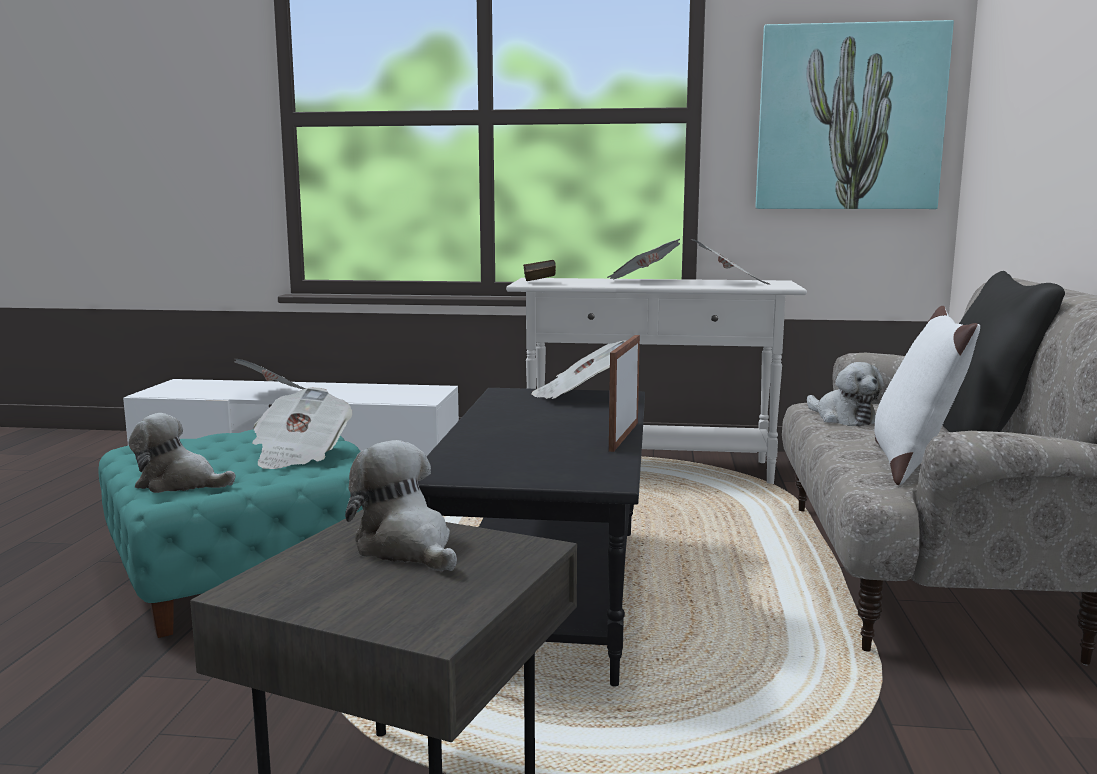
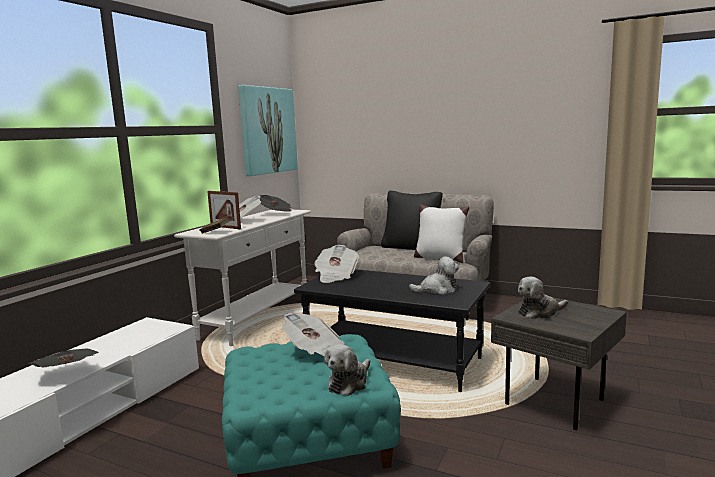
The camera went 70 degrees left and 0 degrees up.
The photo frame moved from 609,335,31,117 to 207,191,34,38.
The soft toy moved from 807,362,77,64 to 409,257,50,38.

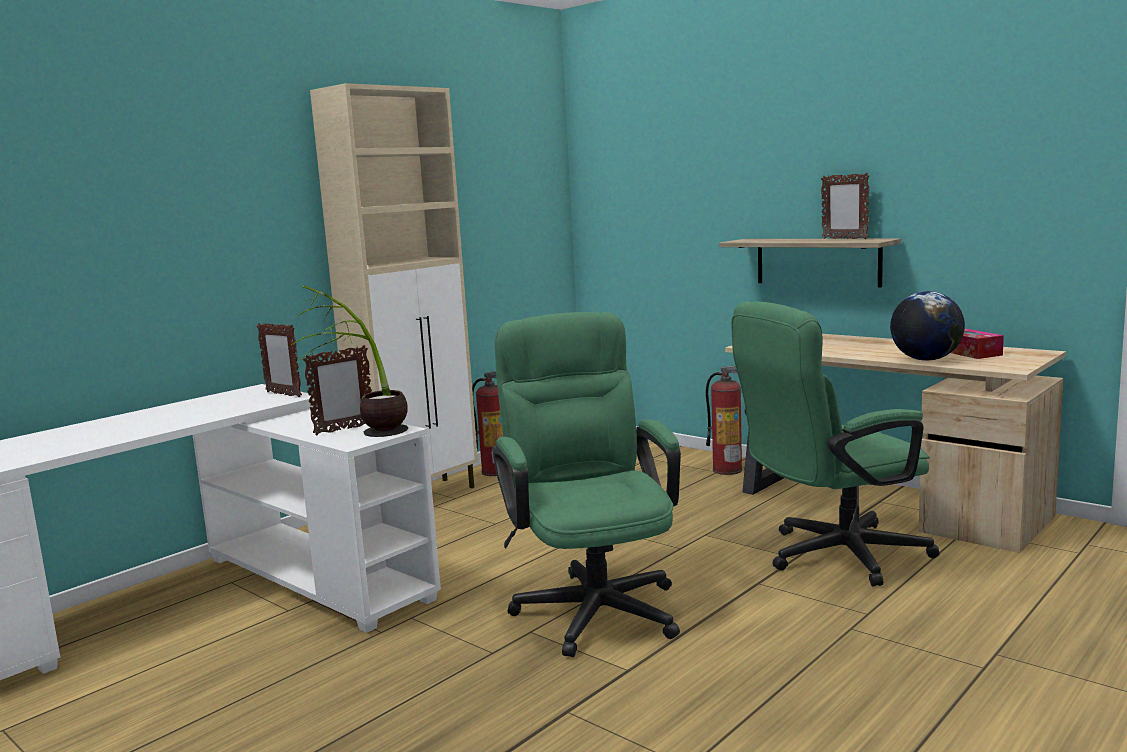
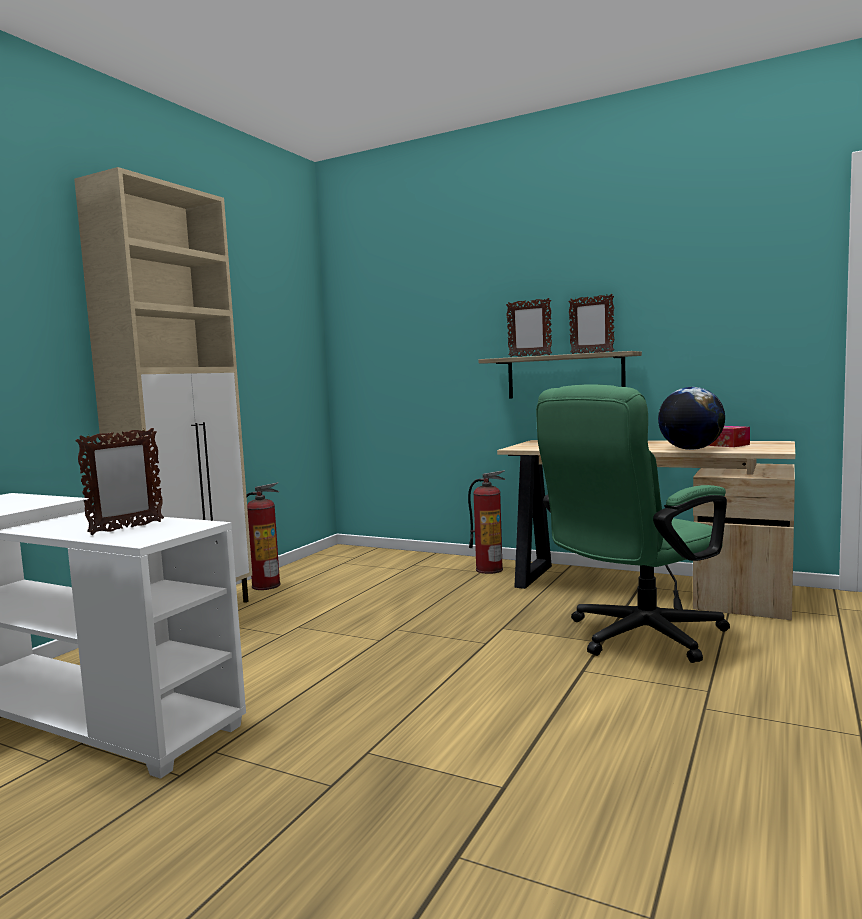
The camera went 15 degrees left and 5 degrees down.
The photo frame moved from 257,323,45,74 to 506,298,46,59.
The potted plant at 291,285,117,152 disappeared.
The green desk chair at 492,312,189,345 disappeared.

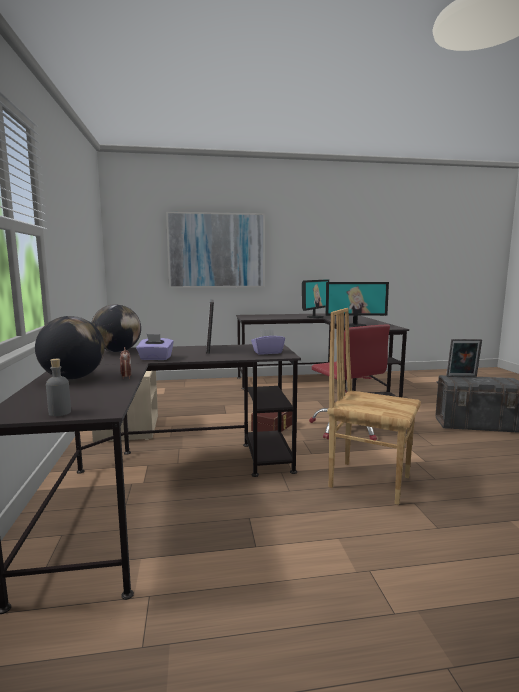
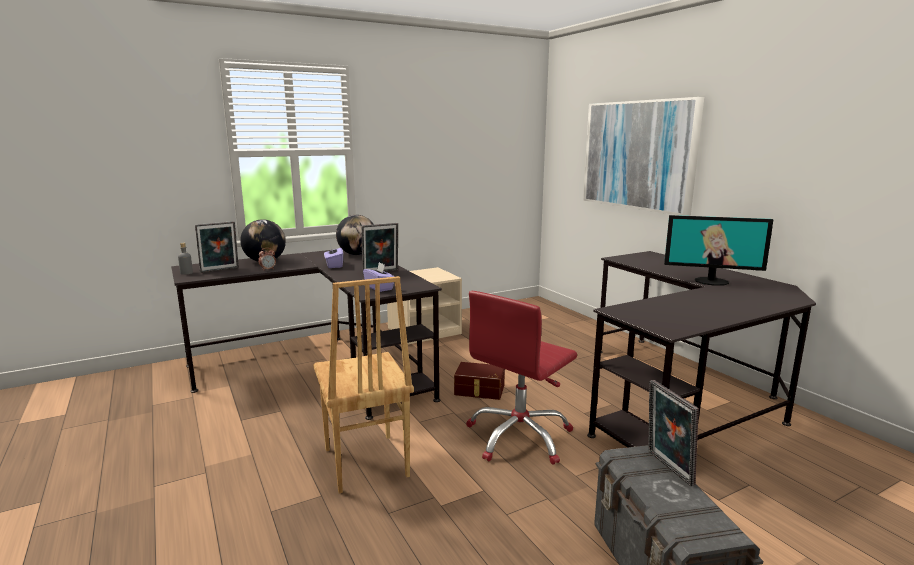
The camera went 70 degrees right and 5 degrees up.
The photo frame at 195,221,44,52 appeared.
The brownish chair at 327,308,94,197 turned 150 degrees clockwise.
The monitor at 325,282,64,45 disappeared.

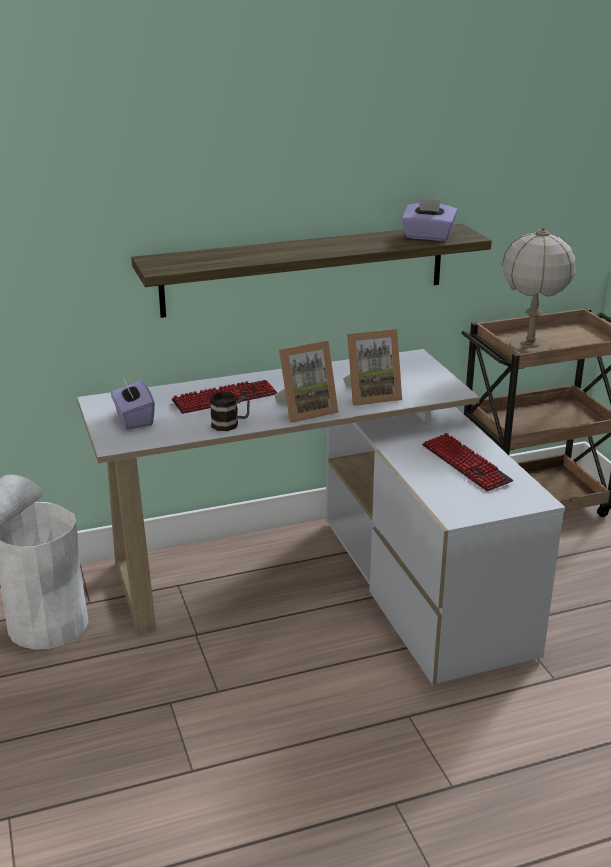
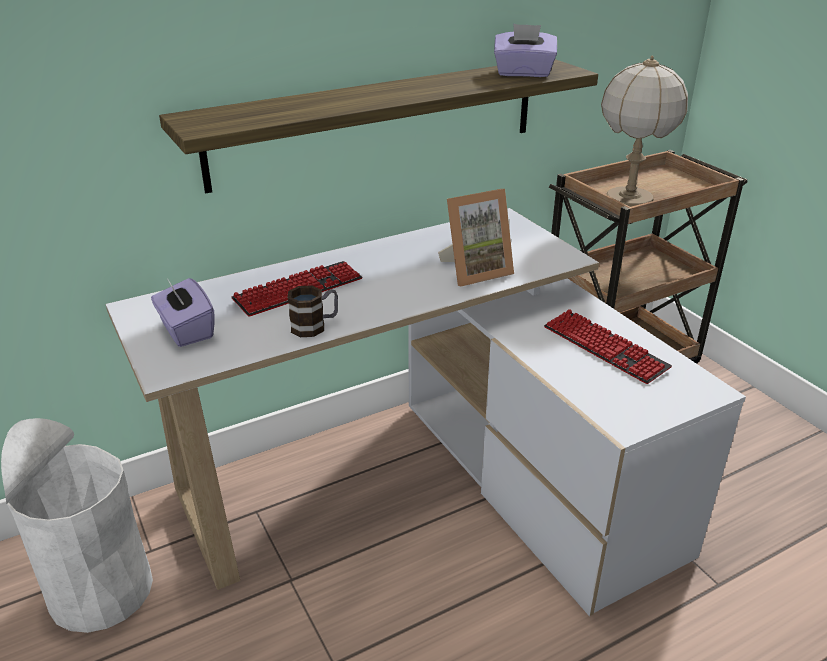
The camera went 10 degrees left and 5 degrees up.
The photo frame at 274,341,65,82 disappeared.

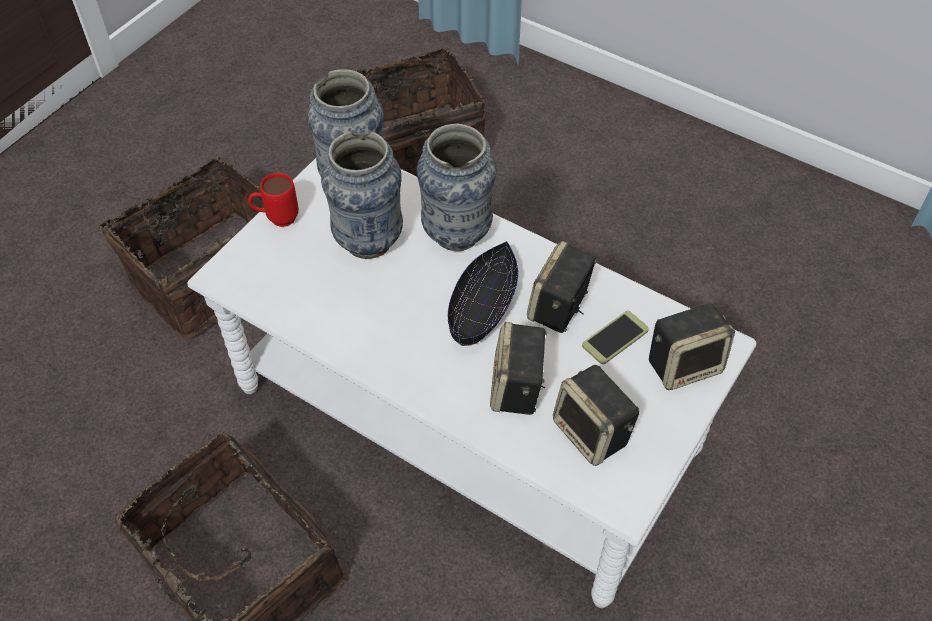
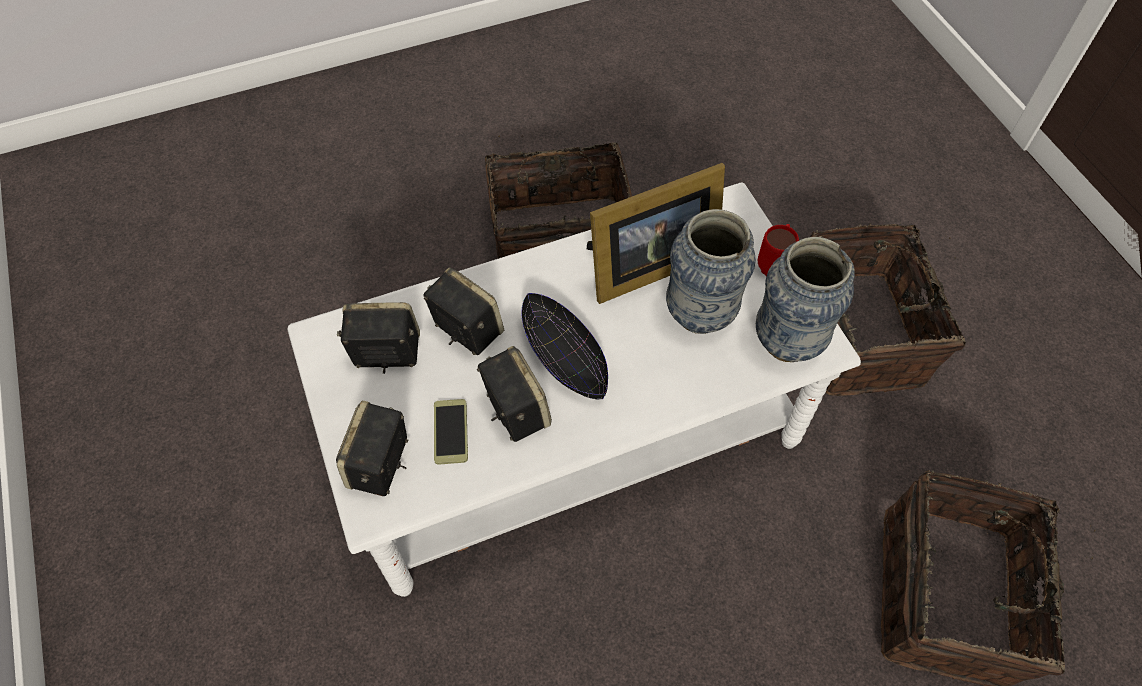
The camera went 125 degrees right and 5 degrees up.
The photo frame at 587,163,138,141 appeared.
The flower vase at 417,124,79,127 disappeared.

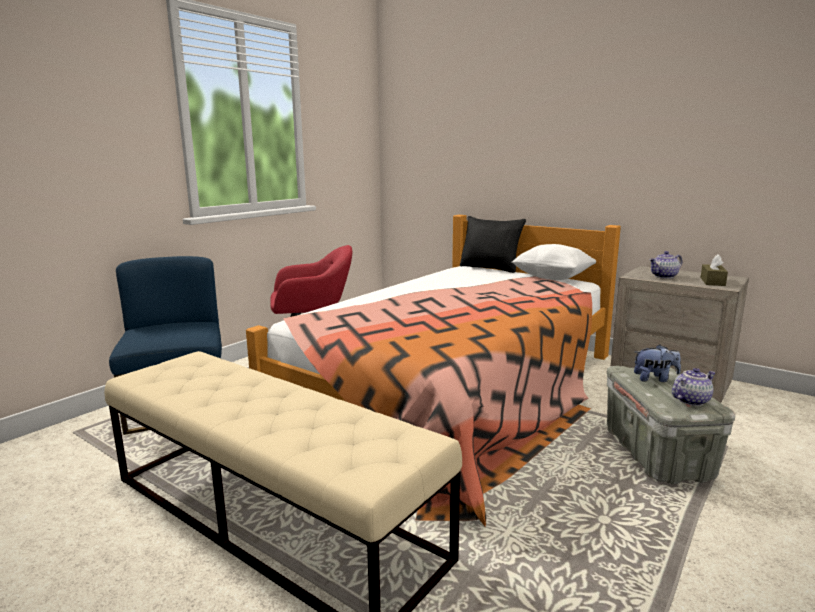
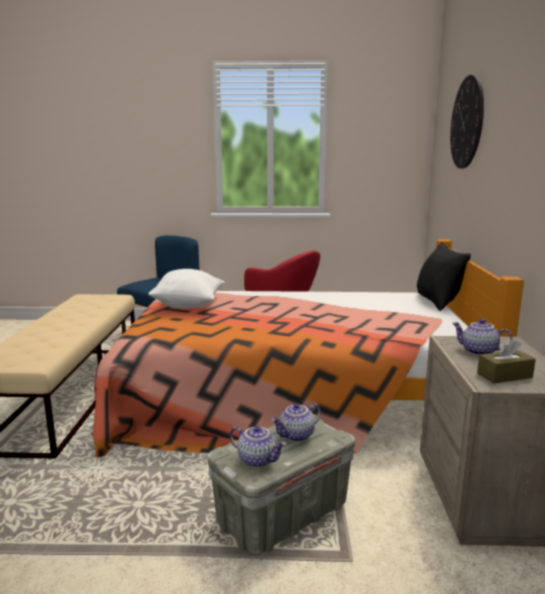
The camera went 55 degrees right and 0 degrees up.
The white throw pillow moved from 512,244,84,36 to 148,269,77,39.
The soft toy at 634,344,47,38 was replaced by the pot for tea at 271,403,50,39.
The wall clock at 450,75,34,94 appeared.

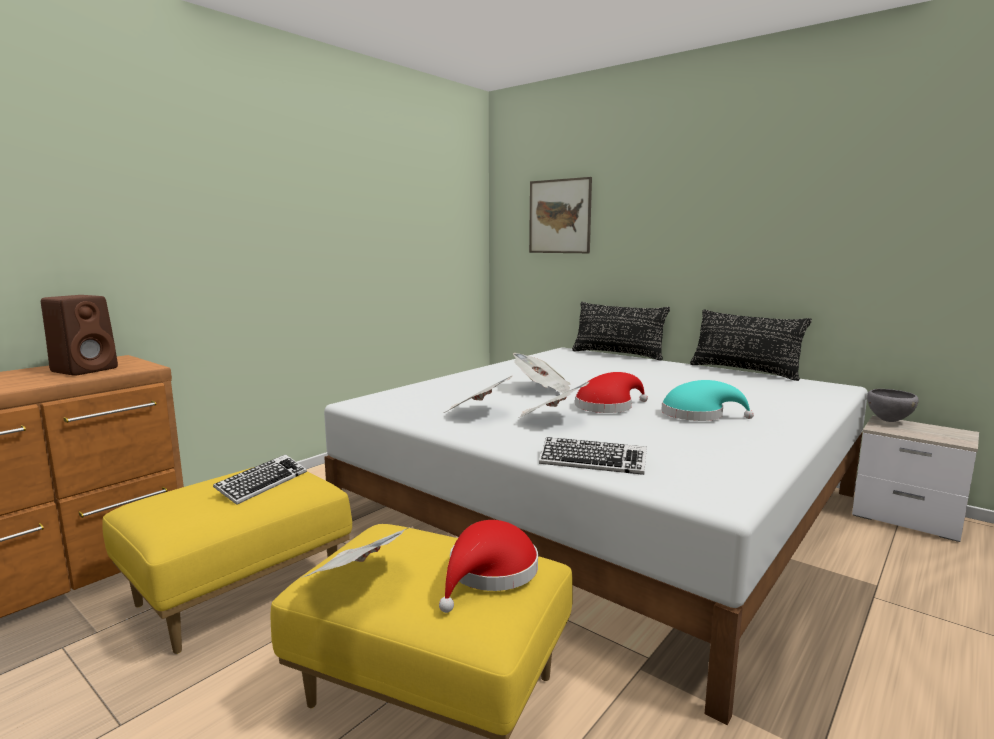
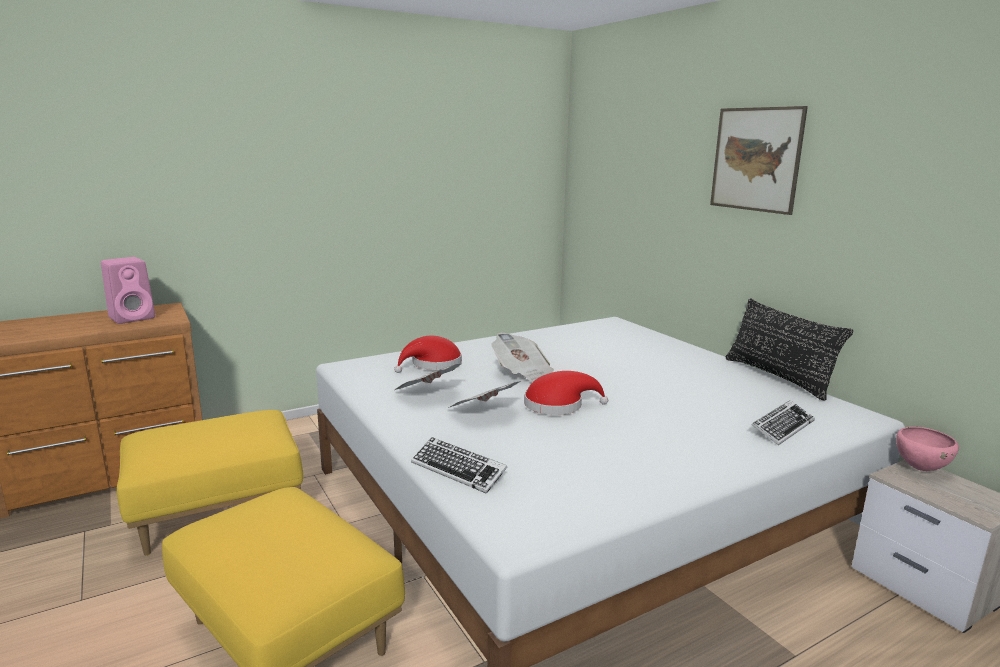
The camera went 20 degrees right and 5 degrees up.
The brownish loudspeaker at 41,295,77,81 became the pink-coloured loudspeaker at 101,257,54,67.
The reddish wearable hat moved from 439,520,99,93 to 394,336,68,37.
The wall picture moved from 529,177,63,76 to 710,106,98,109.
The computer keyboard moved from 213,454,94,51 to 752,400,63,45.
The gray serving bowl at 867,389,52,33 became the pink-coloured serving bowl at 896,427,63,44.
The printed paper at 301,527,109,51 disappeared.
The blackish throw pillow at 572,302,98,58 disappeared.
The turquoise wearable hat at 661,380,93,41 disappeared.

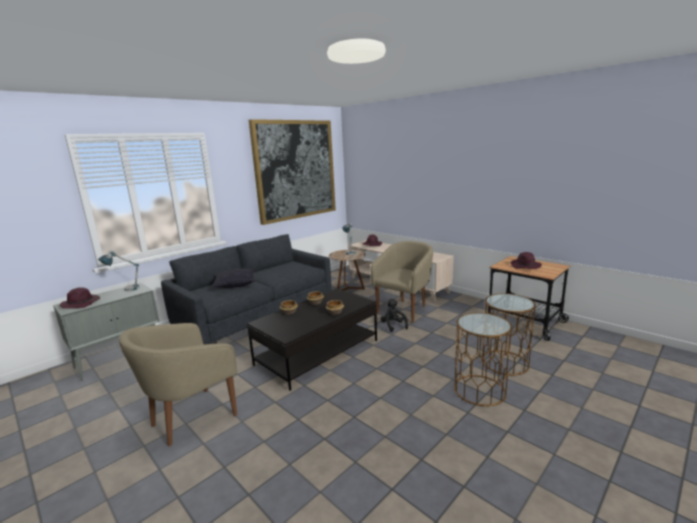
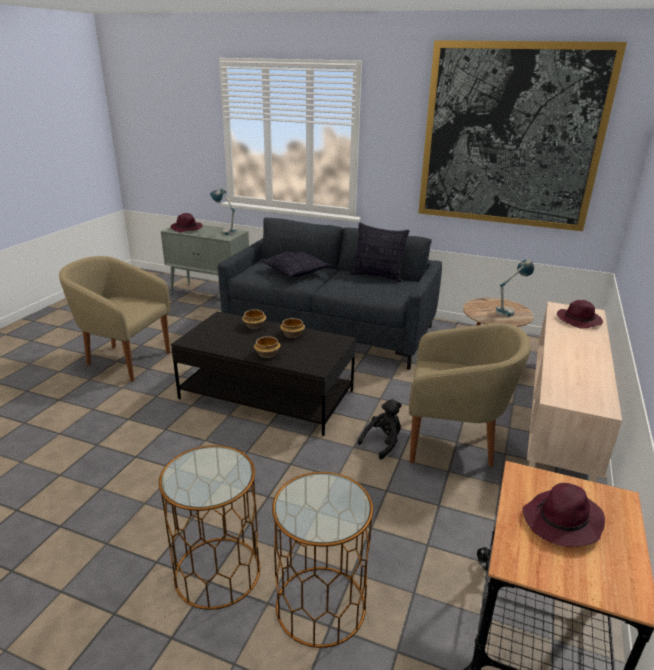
The camera went 65 degrees right and 10 degrees up.
The throw pillow at 351,223,59,60 appeared.

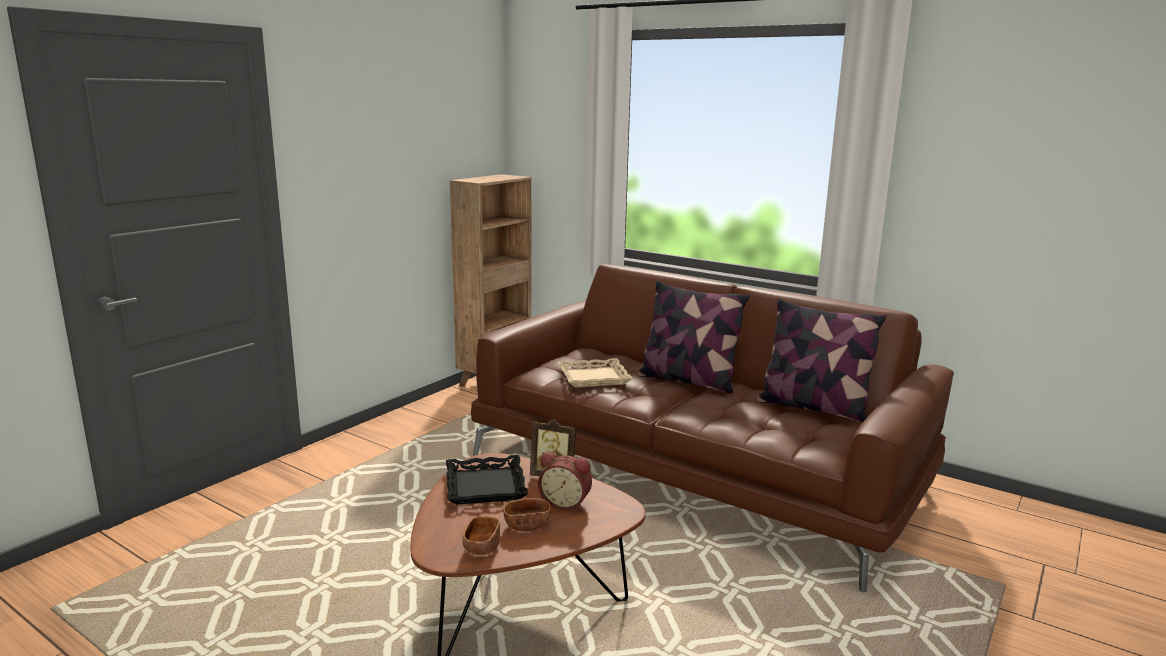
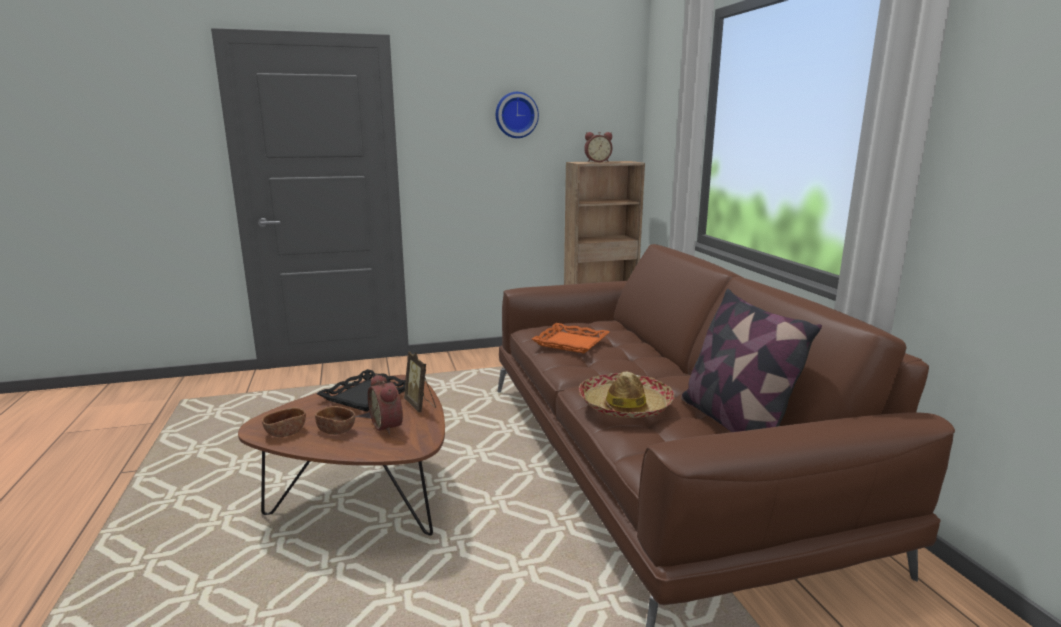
The camera went 40 degrees right and 0 degrees up.
The wall clock at 496,92,43,46 appeared.
The sand-coloured serving tray at 558,358,75,30 became the orangey serving tray at 532,323,78,30.
The wearable hat at 579,372,96,46 appeared.
The bedside clock at 584,132,28,30 appeared.
The throw pillow at 637,280,113,113 disappeared.

